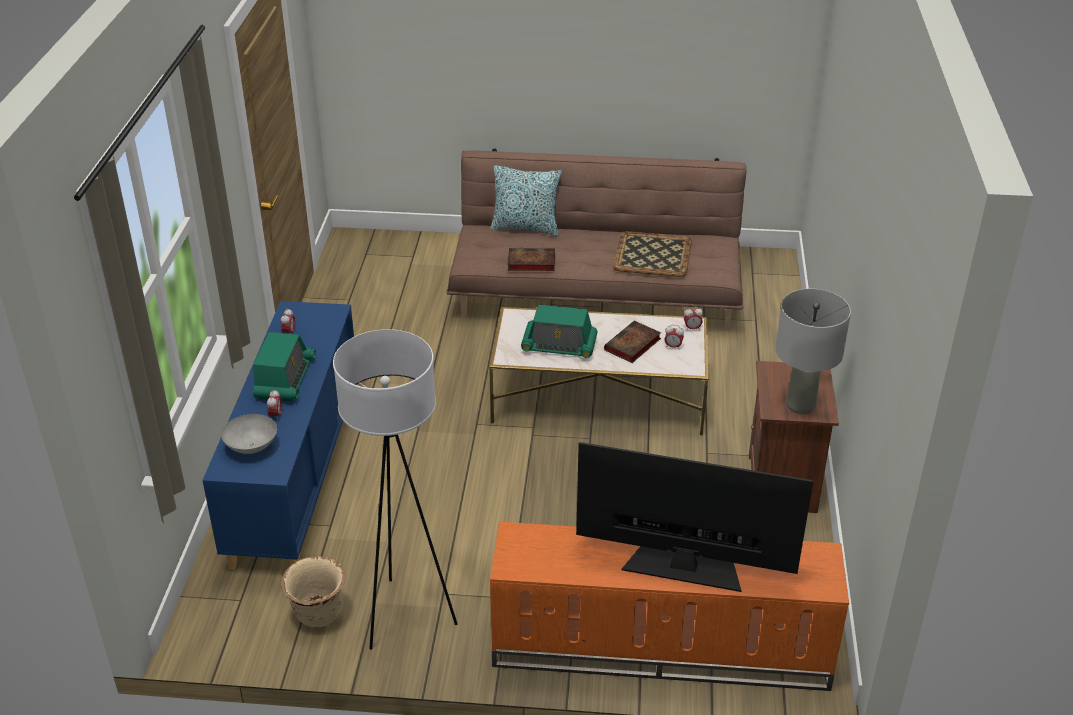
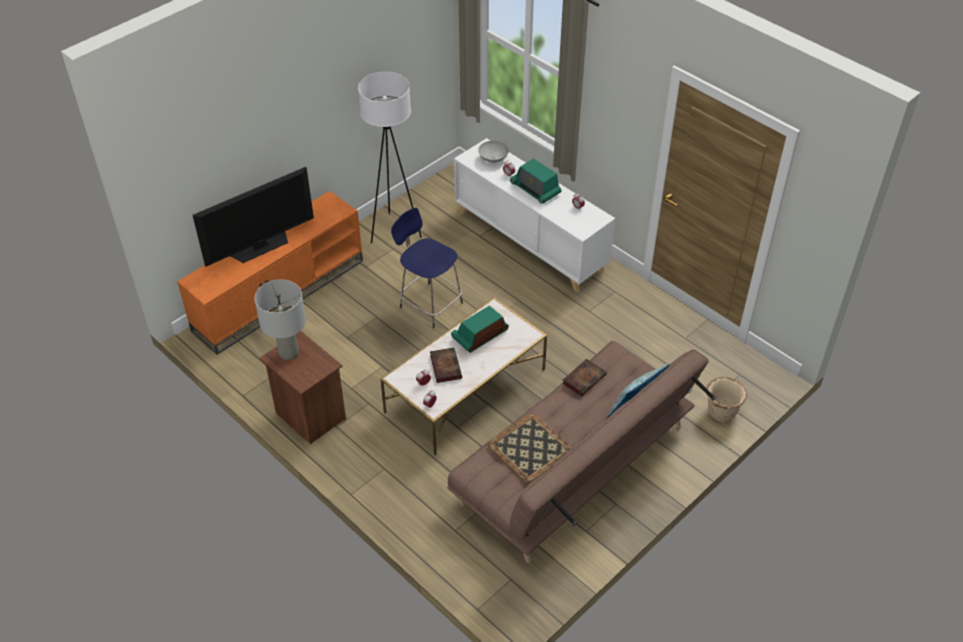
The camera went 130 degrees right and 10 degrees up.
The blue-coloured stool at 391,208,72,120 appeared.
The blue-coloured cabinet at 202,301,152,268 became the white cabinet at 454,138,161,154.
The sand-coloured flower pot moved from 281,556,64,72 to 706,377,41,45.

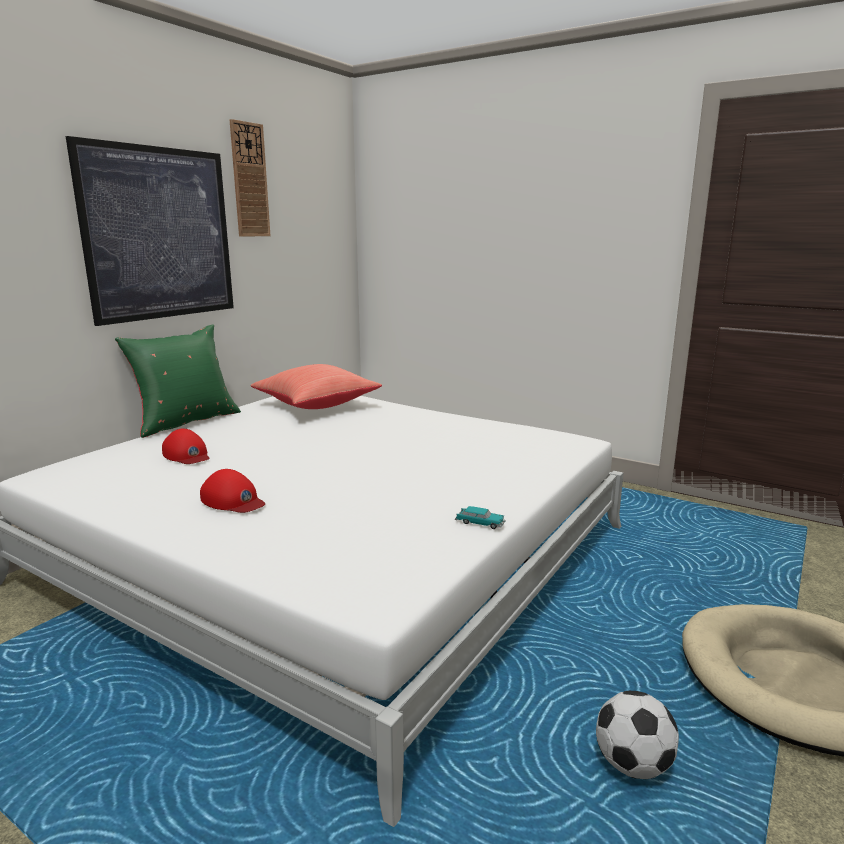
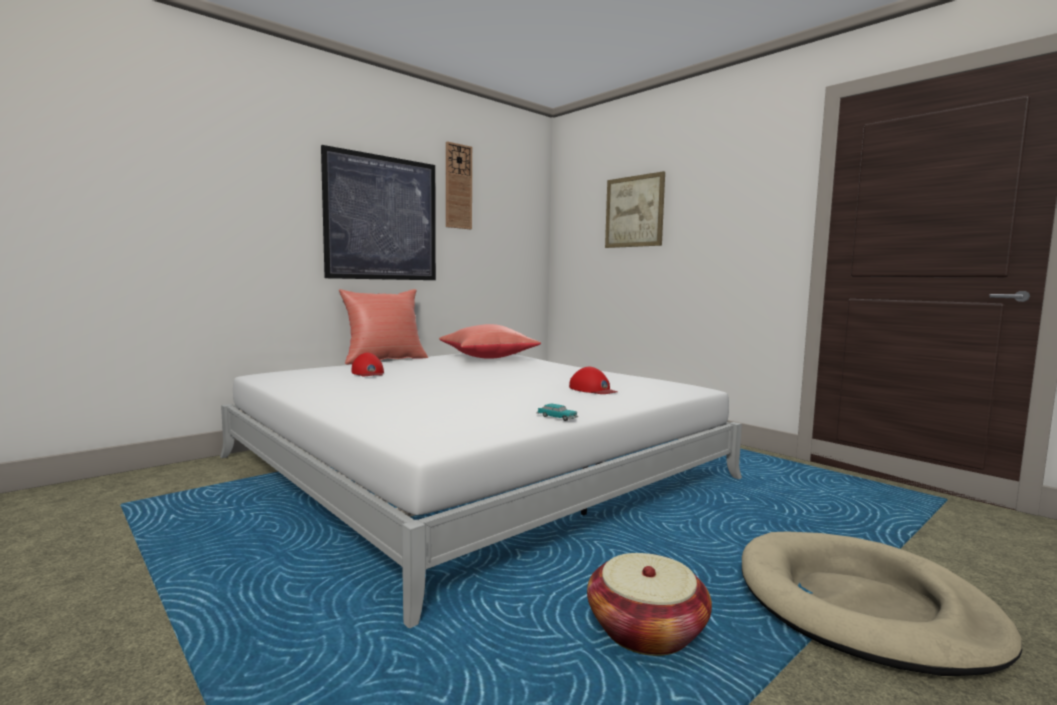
The camera went 15 degrees right and 10 degrees down.
The green throw pillow at 115,324,126,114 became the reddish throw pillow at 339,289,89,76.
The reddish cap moved from 200,469,65,44 to 569,367,48,27.
The ball for football at 596,691,83,88 was replaced by the storage basket at 587,553,125,103.
The wall picture at 605,171,60,77 appeared.

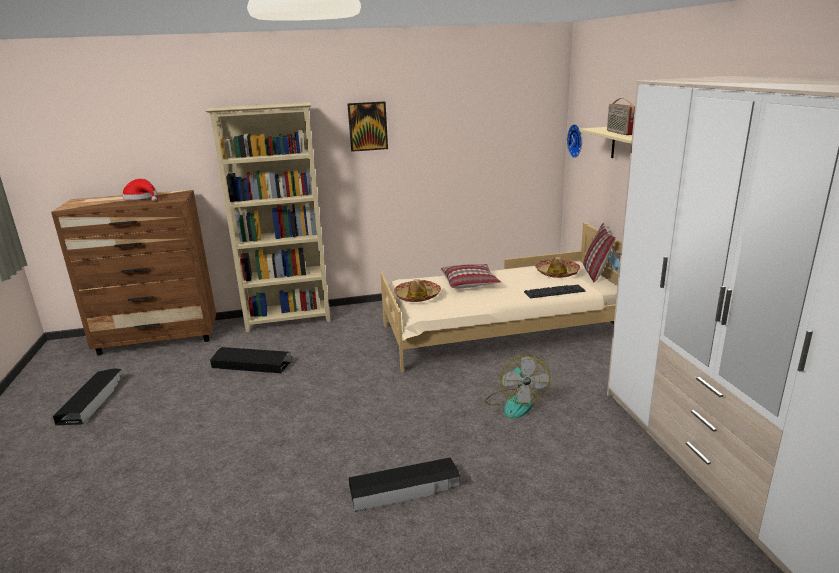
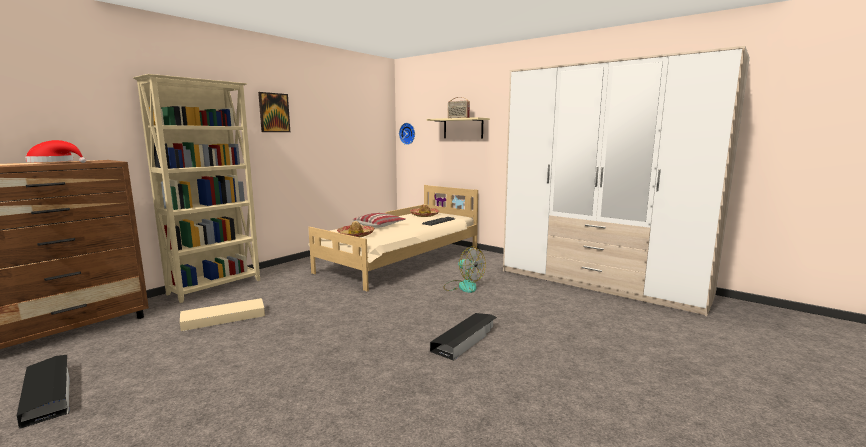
The camera went 40 degrees left and 10 degrees down.
The blackish storage bin at 210,347,81,26 became the sand-coloured storage bin at 180,298,85,33.
The throw pillow at 583,223,33,59 disappeared.

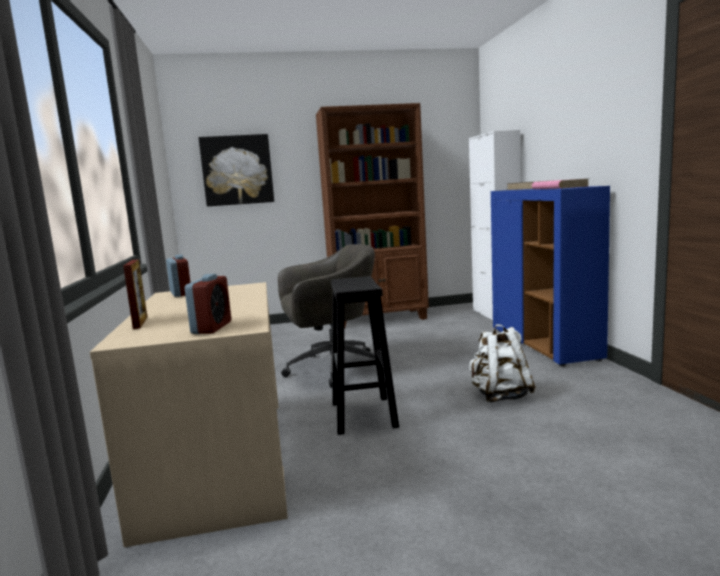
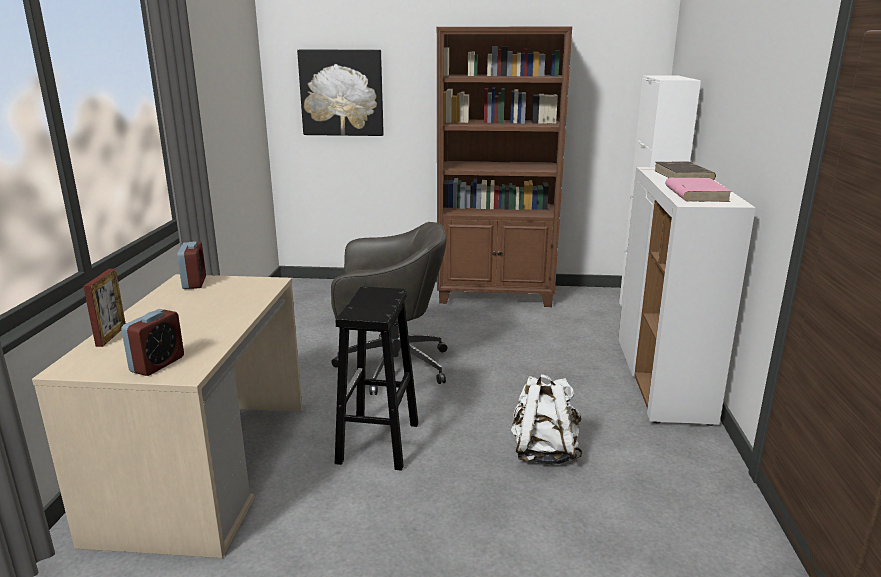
The camera went 15 degrees right and 10 degrees up.
The blue-coloured cabinet at 491,186,119,180 became the white cabinet at 618,167,138,259.

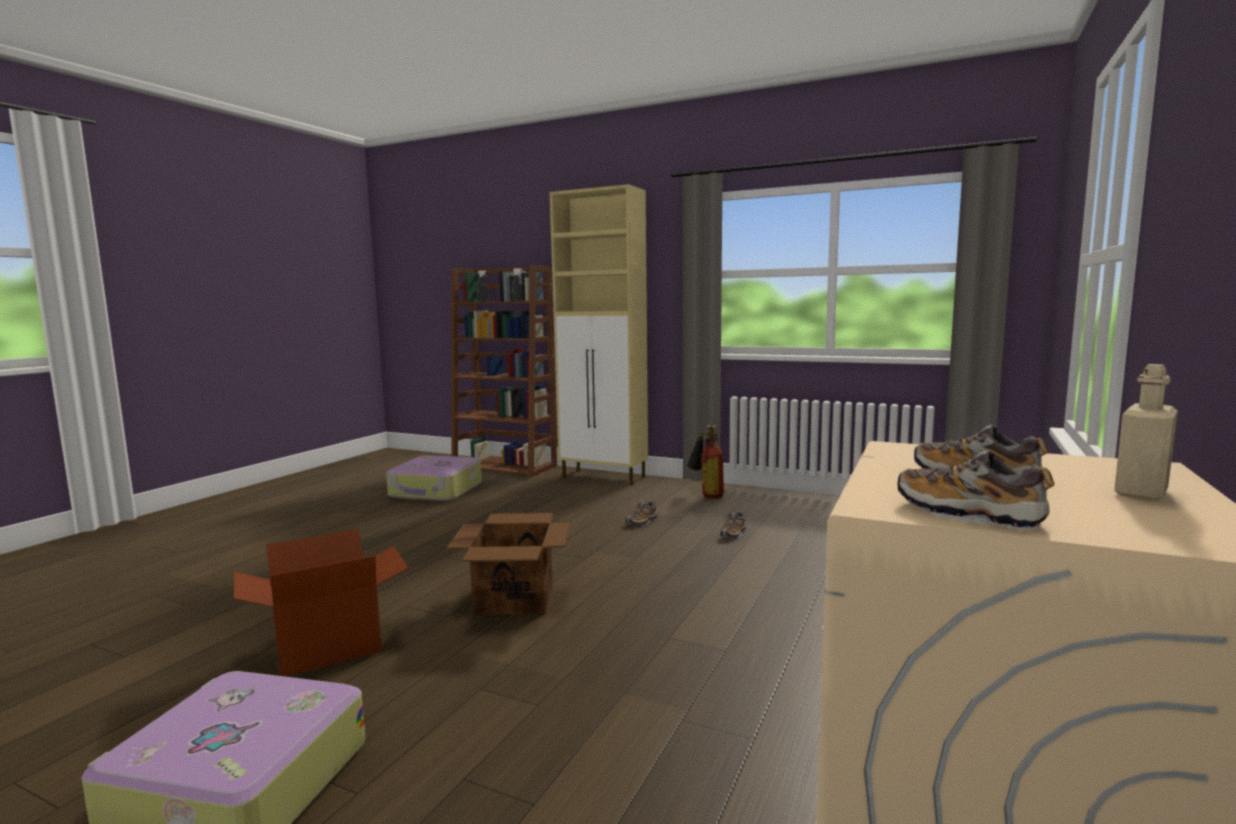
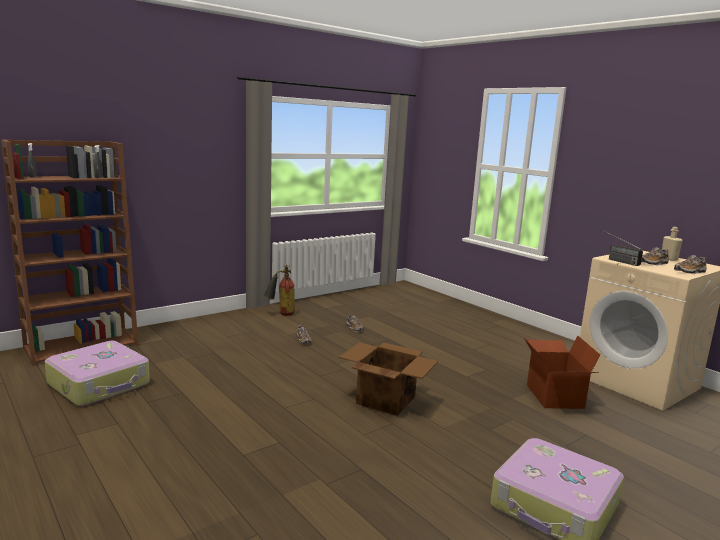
The camera went 65 degrees left and 5 degrees up.
The carton moved from 234,529,174,147 to 523,336,77,73.
The radio set at 602,230,41,36 appeared.
The sand-coloured cabinet at 550,184,98,301 disappeared.

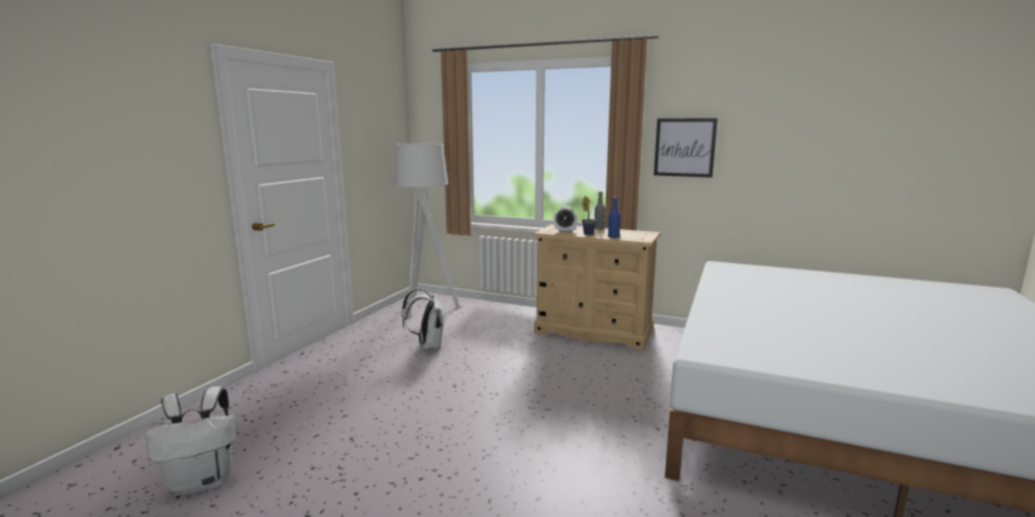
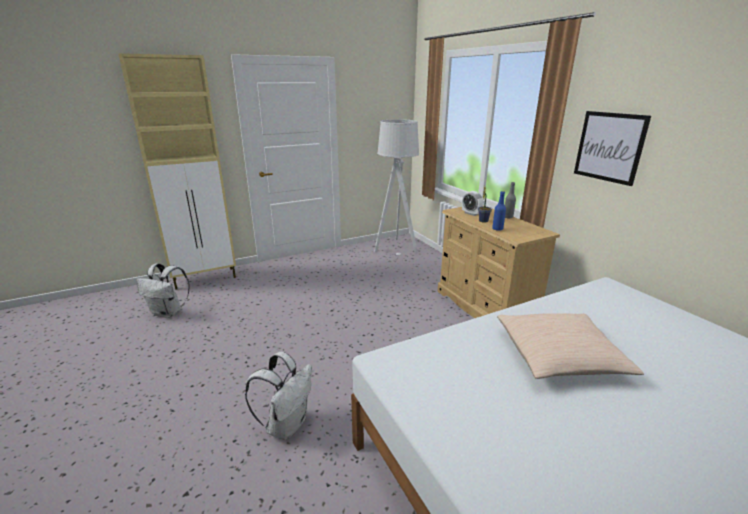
The camera went 40 degrees right and 10 degrees up.
The sand-coloured cabinet at 118,53,118,237 appeared.
The white rucksack moved from 402,288,43,62 to 245,352,67,88.
The sand-coloured throw pillow at 497,313,147,66 appeared.

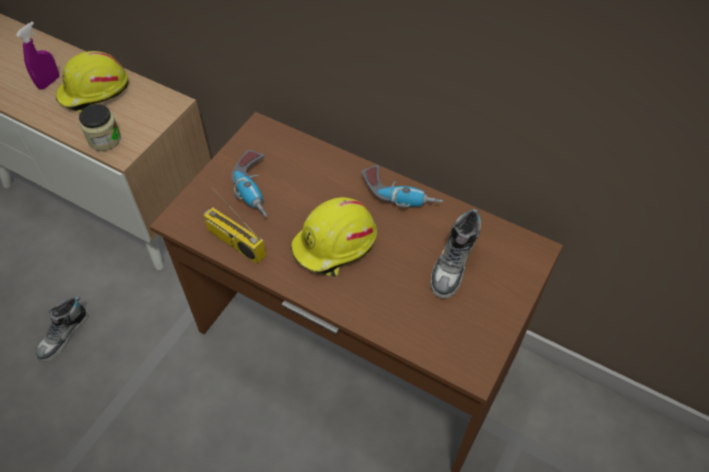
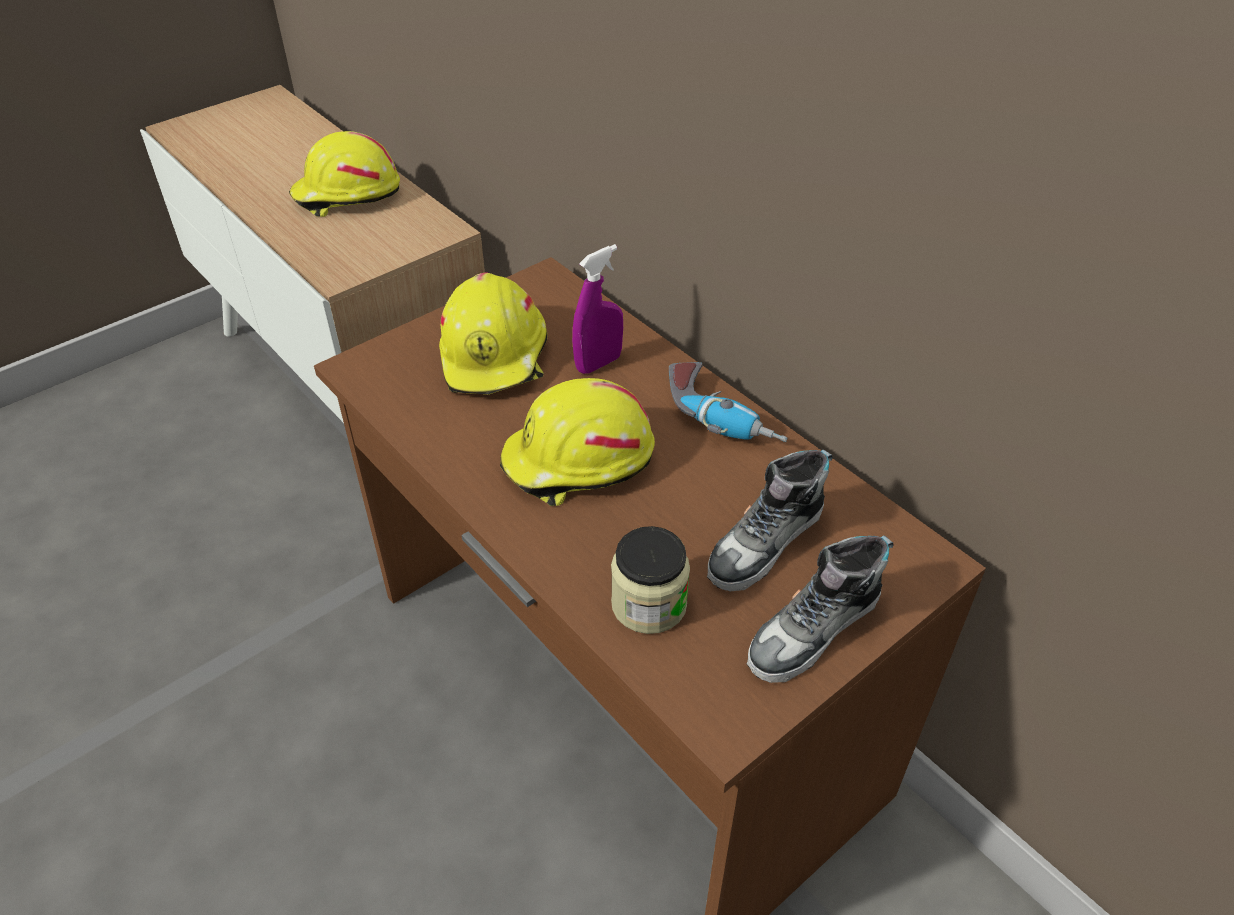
The camera went 20 degrees right and 10 degrees down.
The power drill at 231,150,36,67 was replaced by the yellow work helmet at 439,273,109,121.
The purple-coloured hand sprayer moved from 16,22,43,68 to 572,244,51,130.
The storage jar moved from 79,104,42,47 to 611,526,79,108.
The low shoe moved from 36,296,53,66 to 747,535,147,148.
The radio set at 203,187,63,77 disappeared.

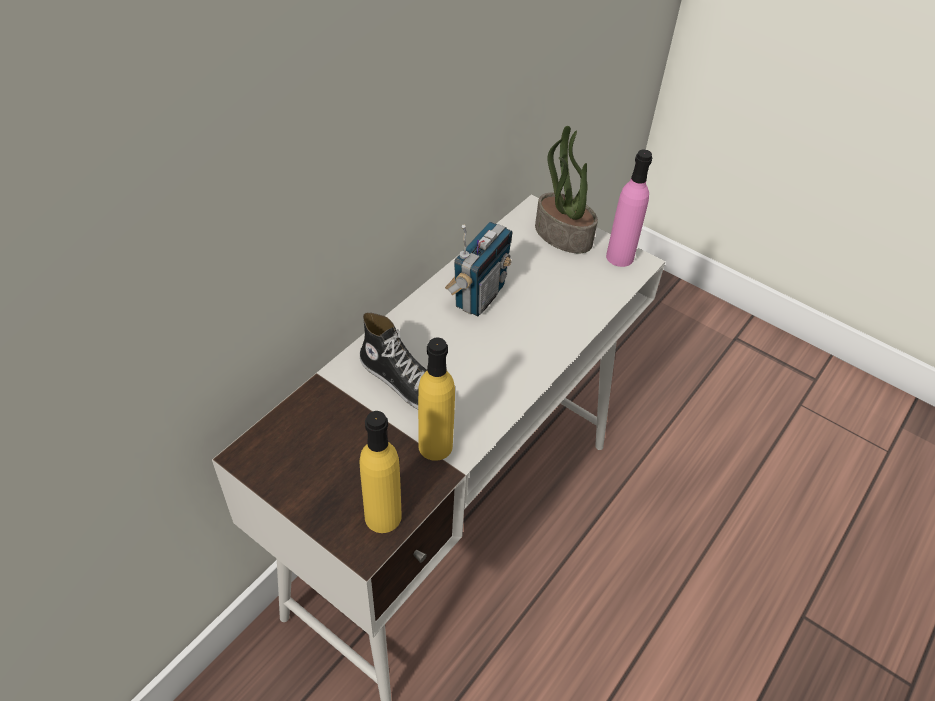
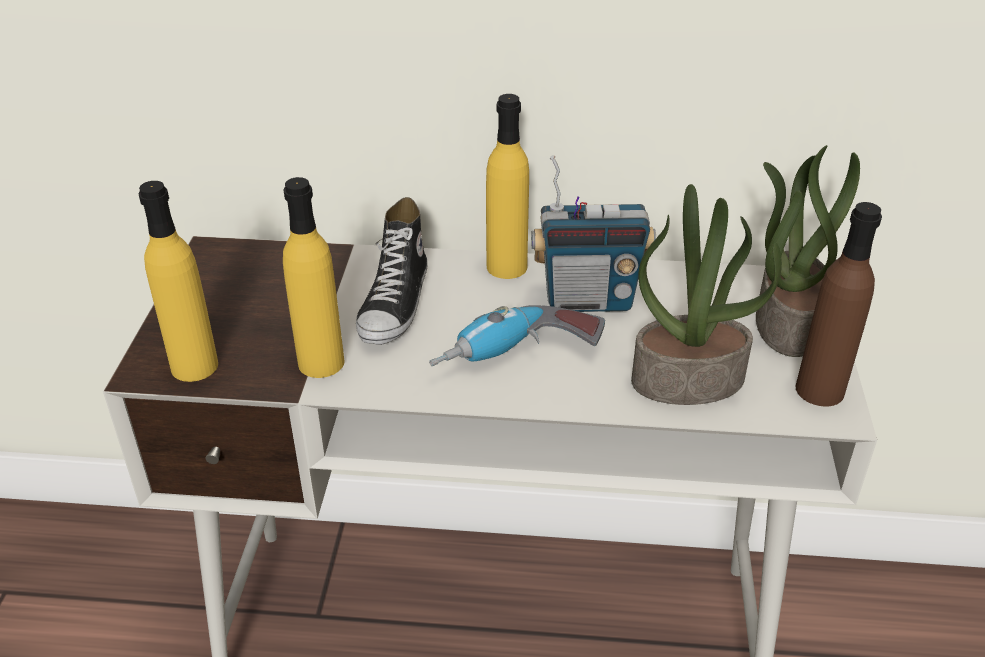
The camera went 60 degrees right and 10 degrees down.
The power drill at 429,305,176,61 appeared.
The yellow beverage bottle at 486,94,43,185 appeared.
The potted plant at 631,184,151,221 appeared.
The pink-coloured beverage bottle at 606,150,46,117 became the brownish beverage bottle at 796,202,86,204.

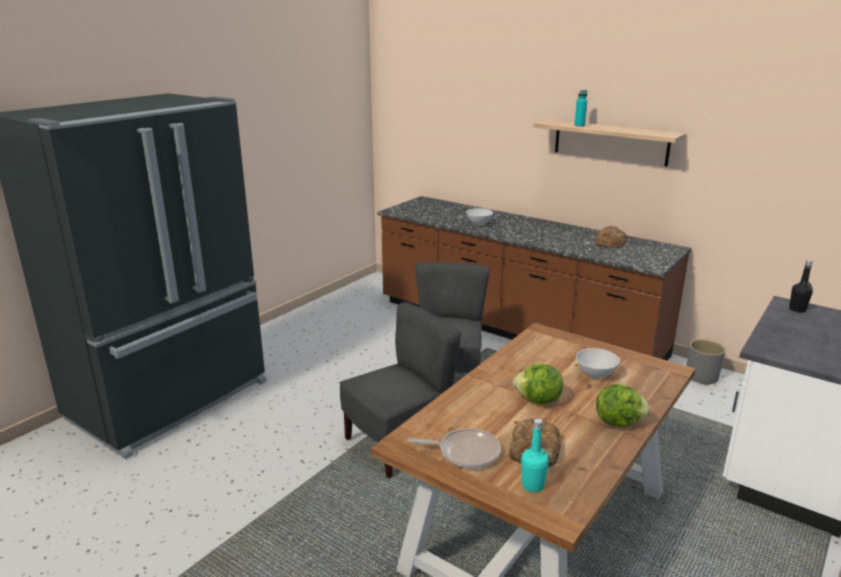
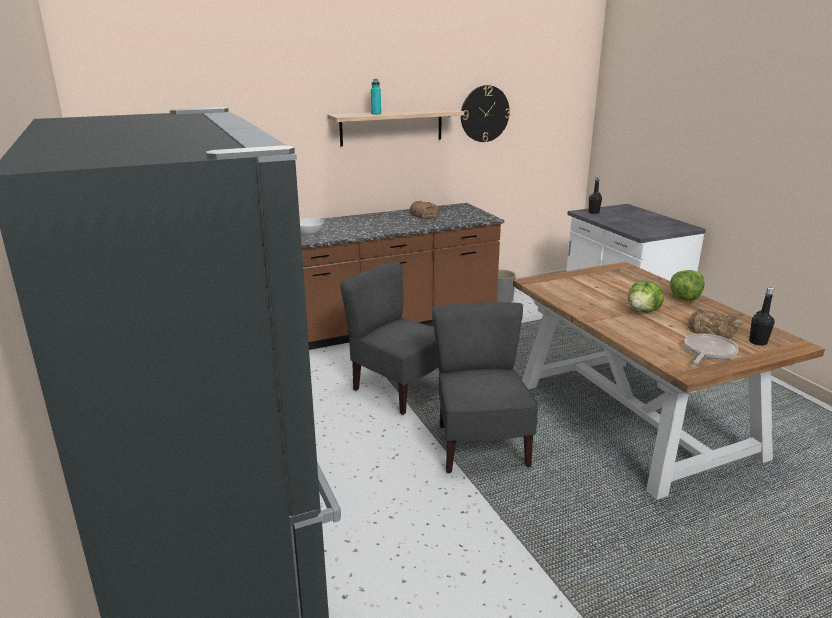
The camera went 60 degrees left and 0 degrees up.
The wall clock at 461,85,49,57 appeared.
The turquoise beverage bottle at 521,418,28,74 became the blackish beverage bottle at 749,287,26,59.
The white serving bowl at 576,348,44,31 disappeared.

